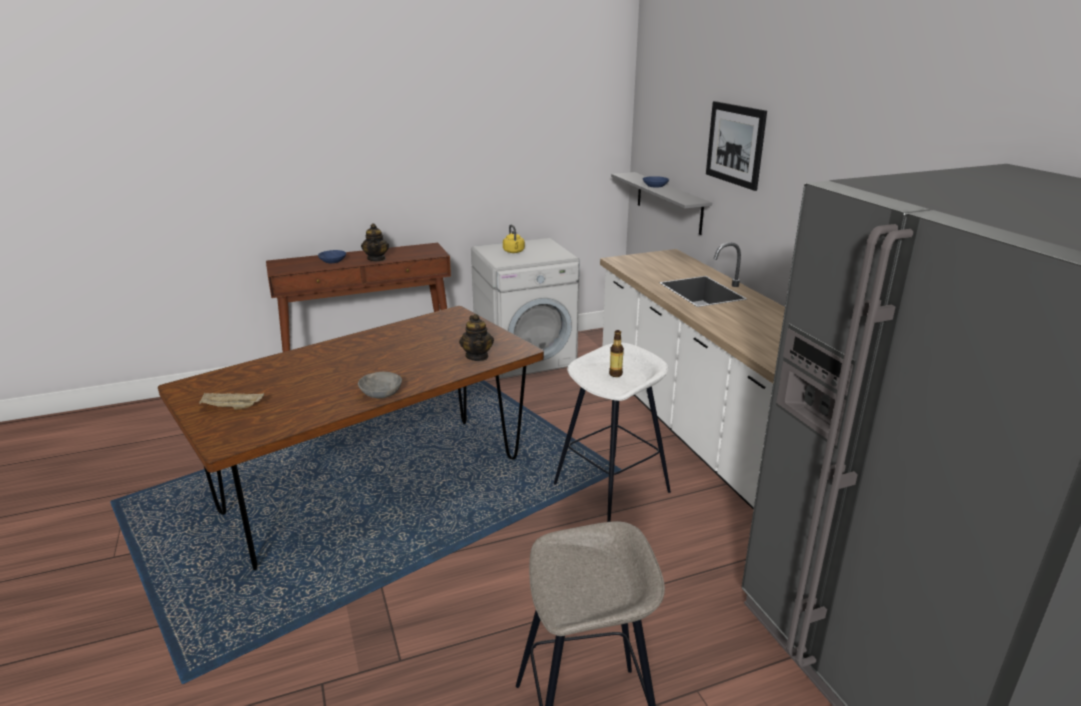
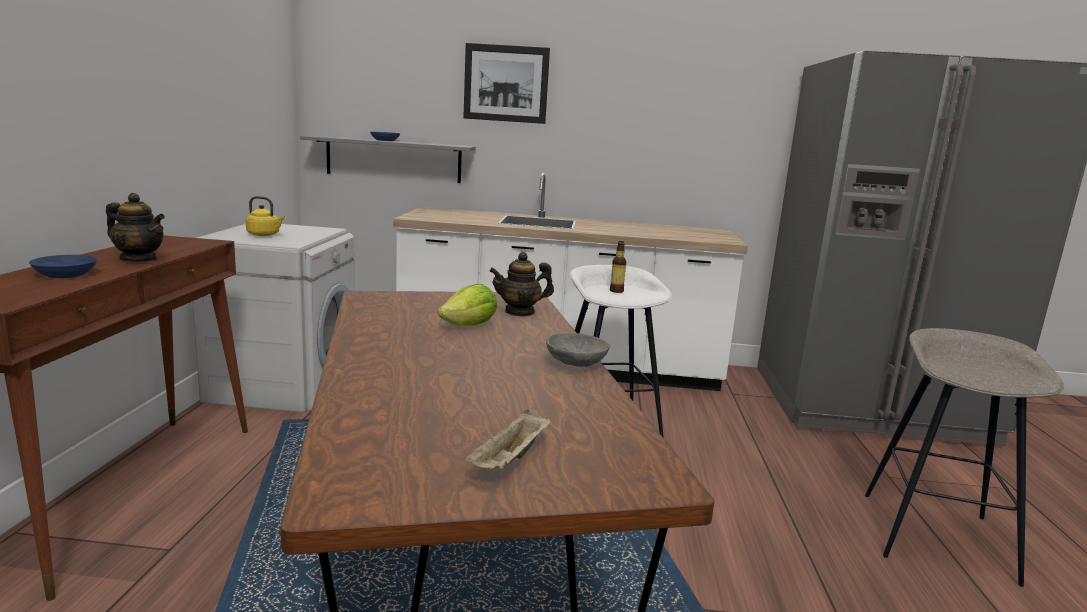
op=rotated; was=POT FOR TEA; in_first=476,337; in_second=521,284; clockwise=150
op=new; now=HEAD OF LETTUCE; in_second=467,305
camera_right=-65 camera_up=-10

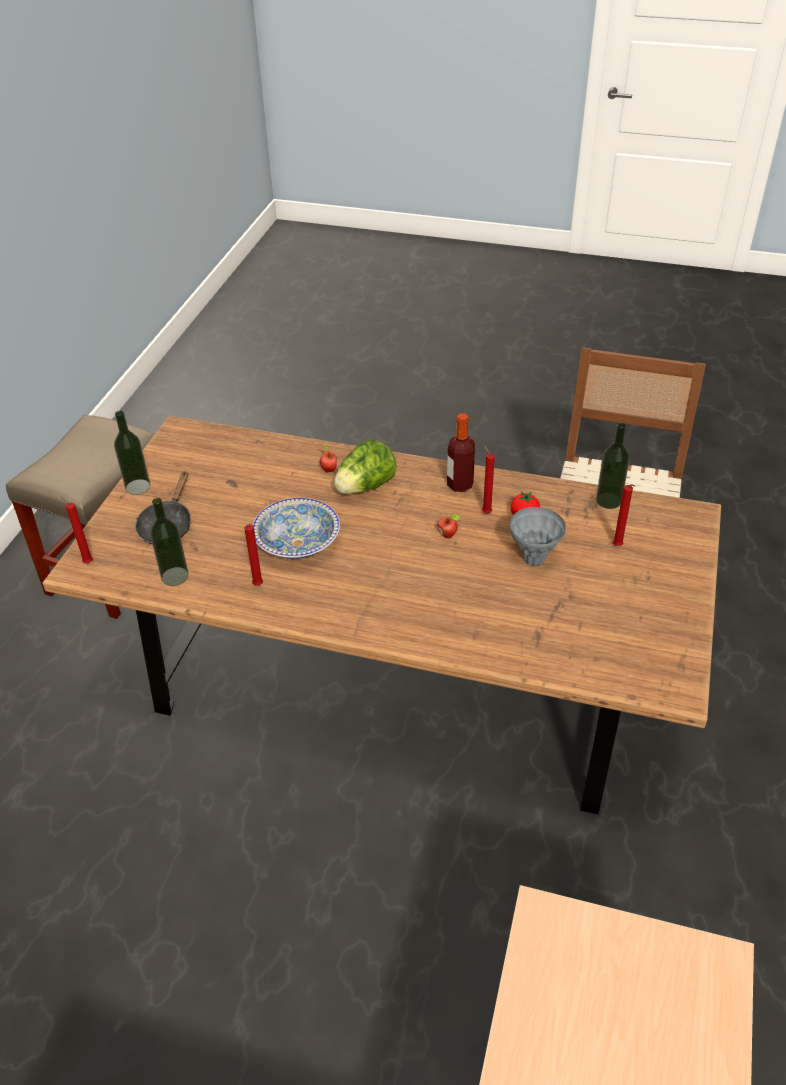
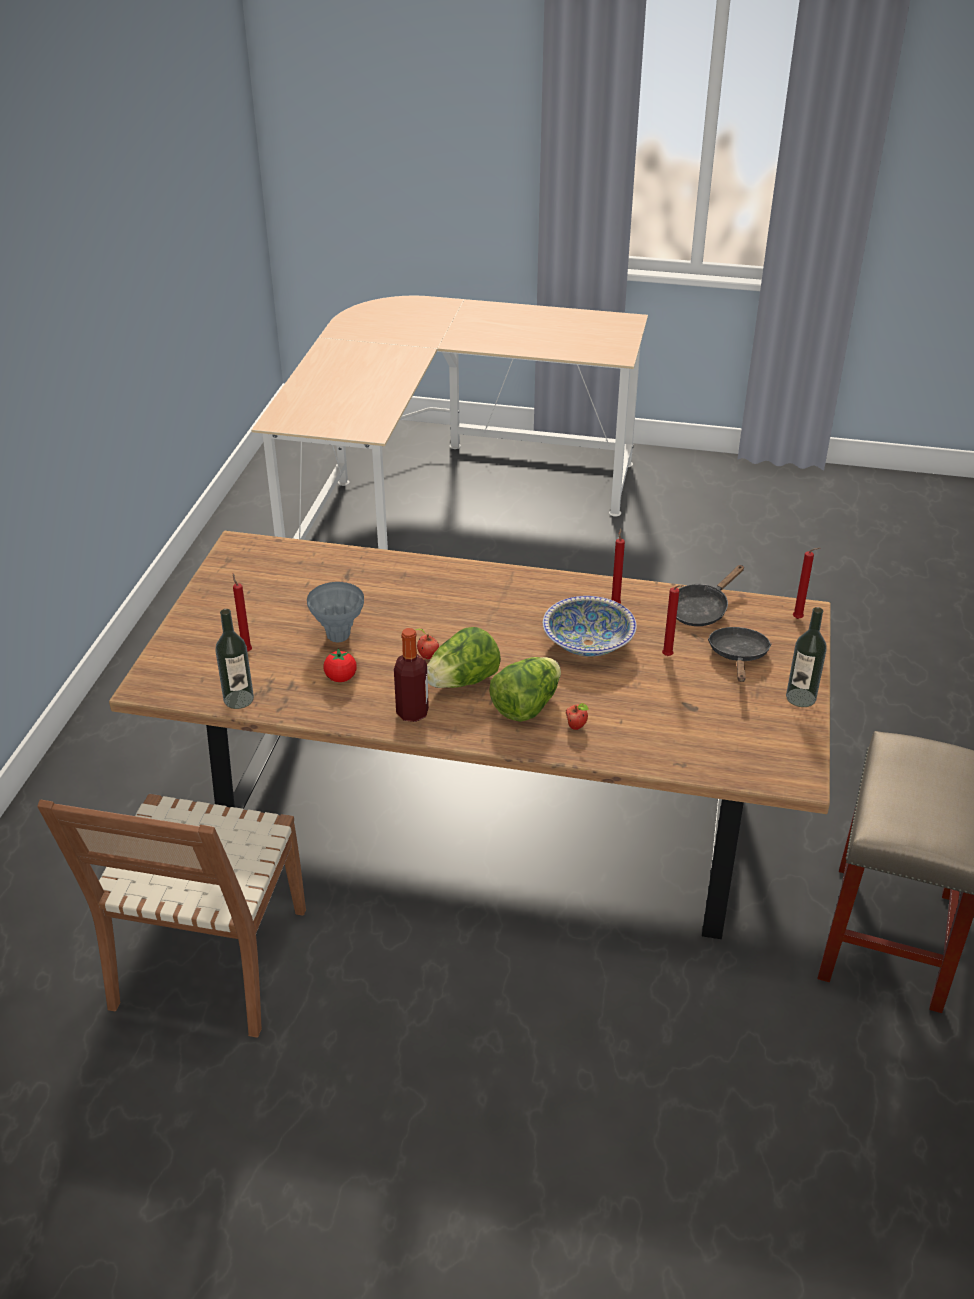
op=swapped; was=DRINK BOTTLE; now=BLACK FRYING PAN; in_first=169,542; in_second=710,595
op=shifted; was=REDDISH WAX LIGHT; in_first=488,479; in_second=673,620
op=new; now=HEAD OF LETTUCE; in_second=464,657
camera_right=175 camera_up=-5

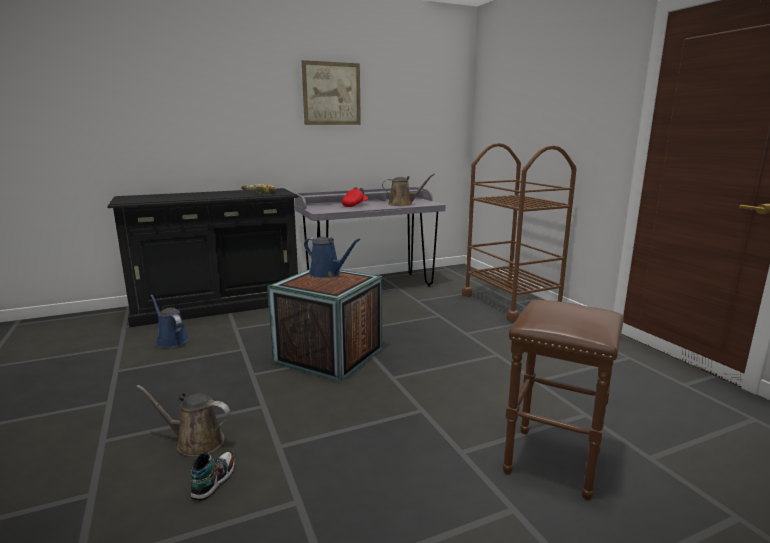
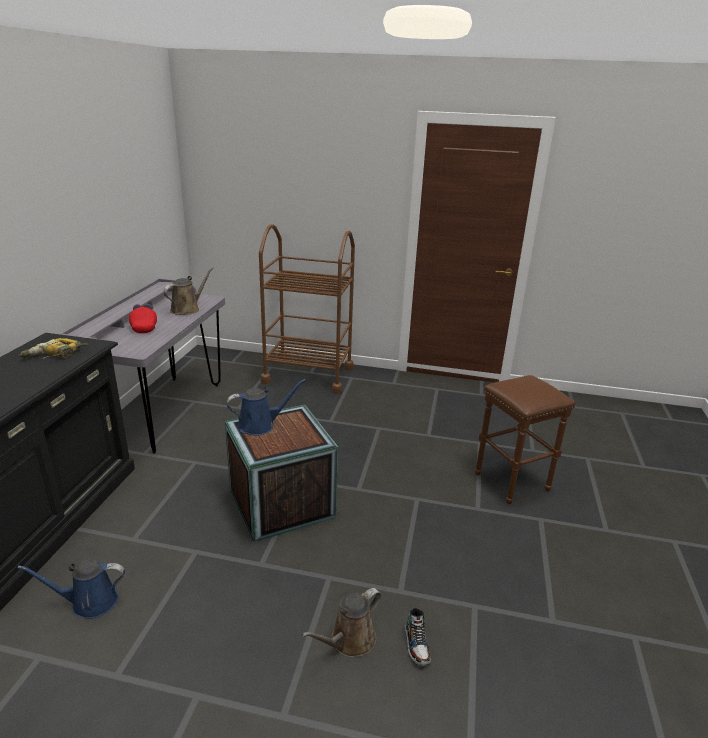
op=rotated; was=SHOE; in_first=213,476; in_second=418,637; clockwise=-150
op=gone; was=WALL PICTURE; in_first=331,92
camera_right=-55 camera_up=10

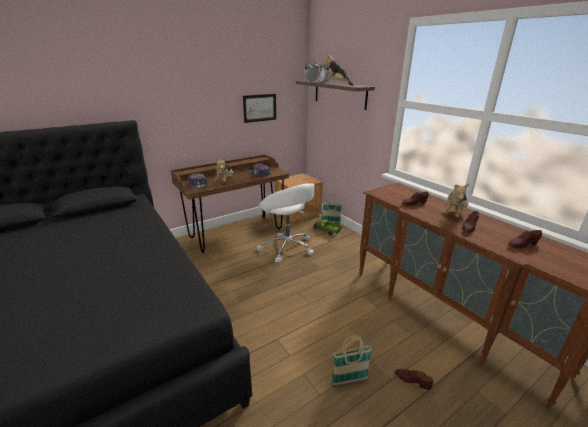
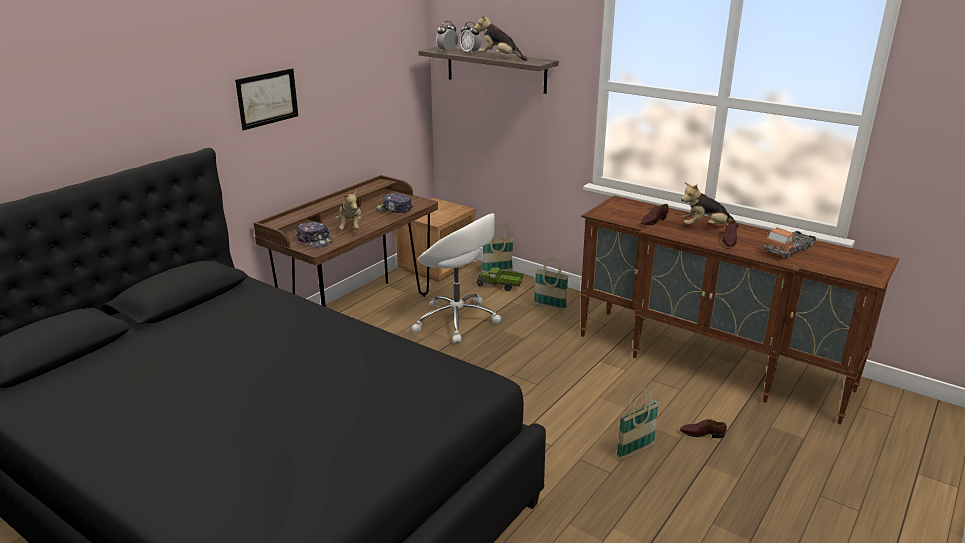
op=shifted; was=WALL PICTURE; in_first=259,108; in_second=266,99
op=rotated; was=CUDDLY TOY; in_first=455,200; in_second=710,204; clockwise=75
op=swapped; was=BROWN-COLOURED SHOE; now=TOY TRUCK; in_first=525,239; in_second=790,242
op=new; now=HOUSEHOLD BASKET; in_second=551,284
camera_right=-20 camera_up=0

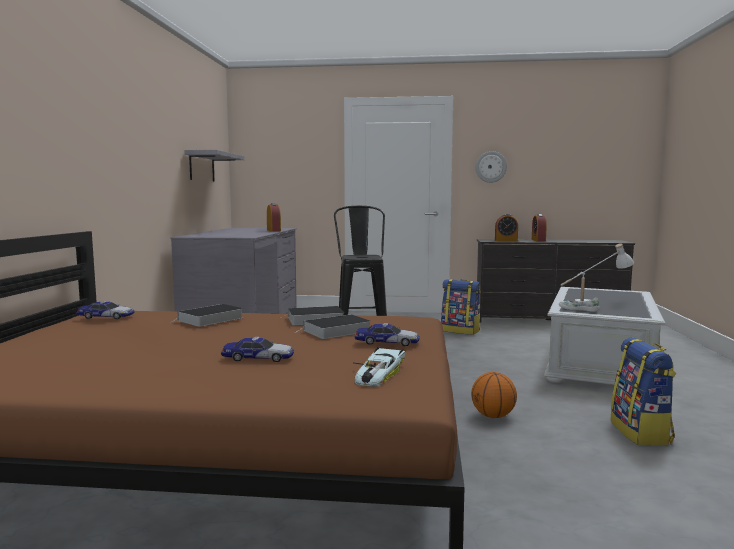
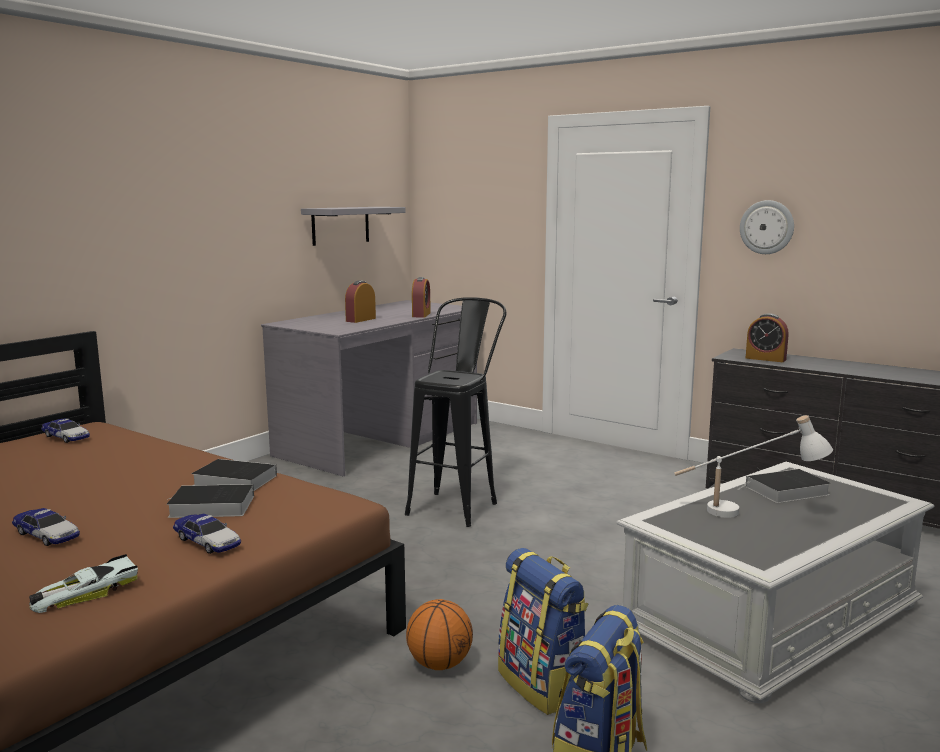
op=shifted; was=VOLUME; in_first=206,315; in_second=784,486
op=shifted; was=KNAPSACK; in_first=460,307; in_second=543,631
op=shifted; was=ALARM CLOCK; in_first=539,227; in_second=360,302
op=gone; was=WHITE-COLOURED SHOE; in_first=579,305
camera_right=30 camera_up=5

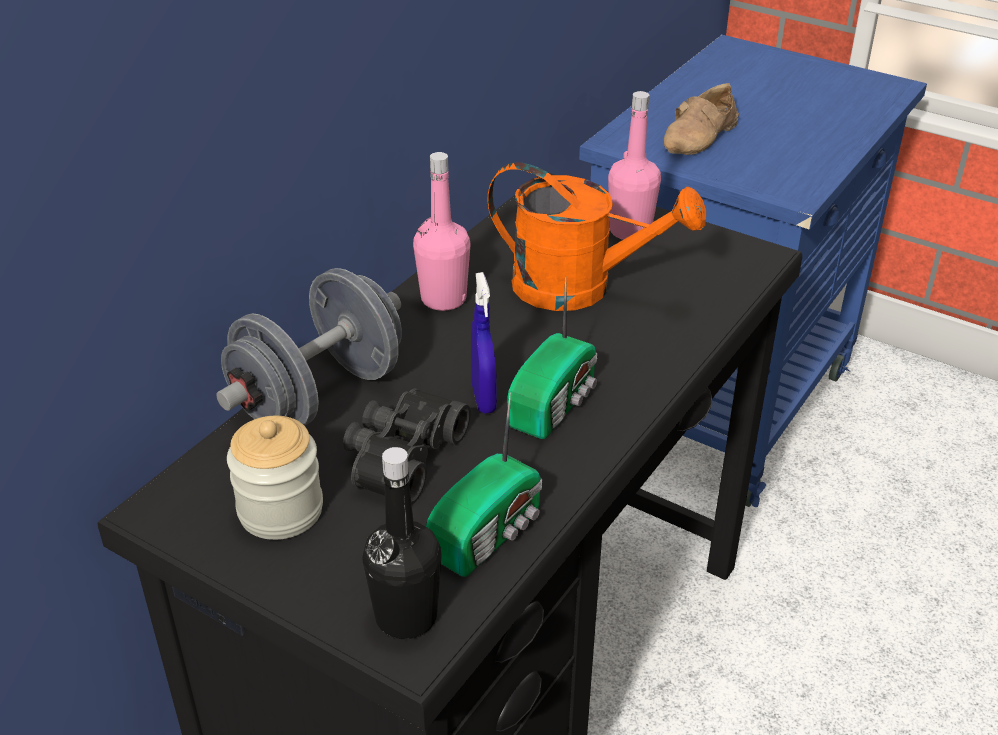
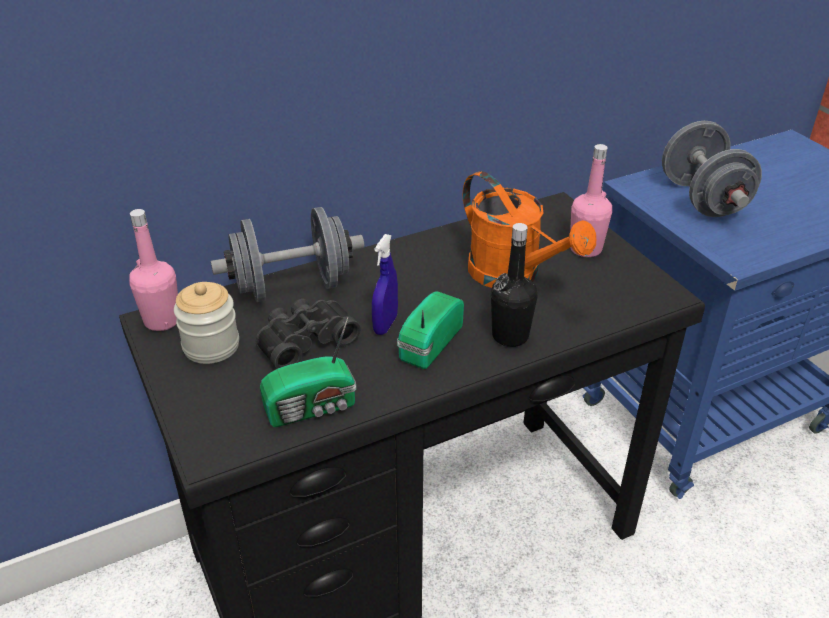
op=shifted; was=BLACK DRINK BOTTLE; in_first=402,543; in_second=514,285
op=shifted; was=PINK-COLOURED DRINK BOTTLE; in_first=441,231; in_second=153,270
op=rotated; was=RADIO RECEIVER; in_first=552,357; in_second=430,330; clockwise=150
op=swapped; was=BEIGE-COLOURED SHOE; now=GRAY DUMBBELL; in_first=701,119; in_second=712,169
camera_right=30 camera_up=0

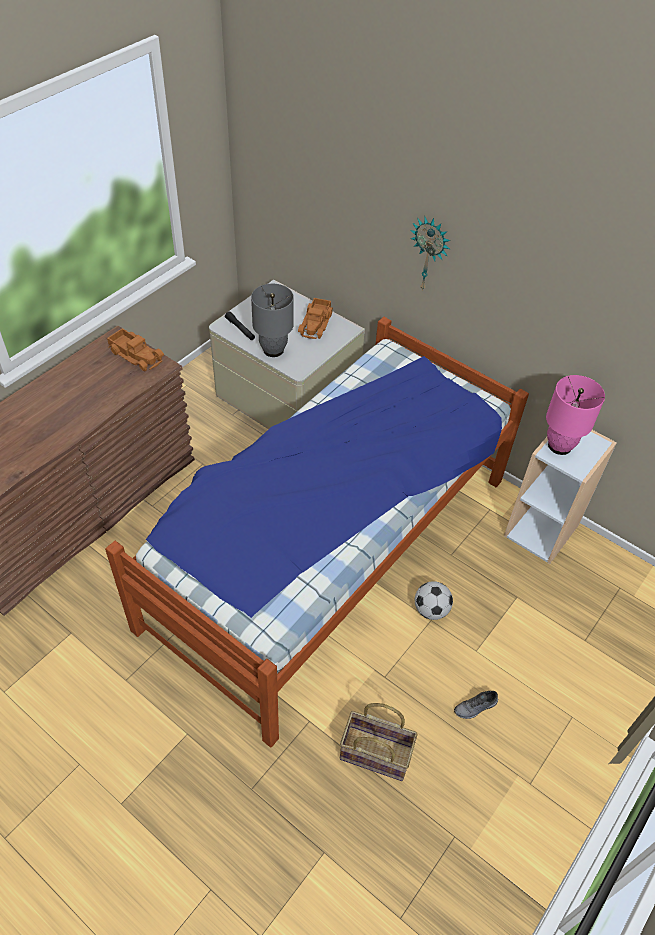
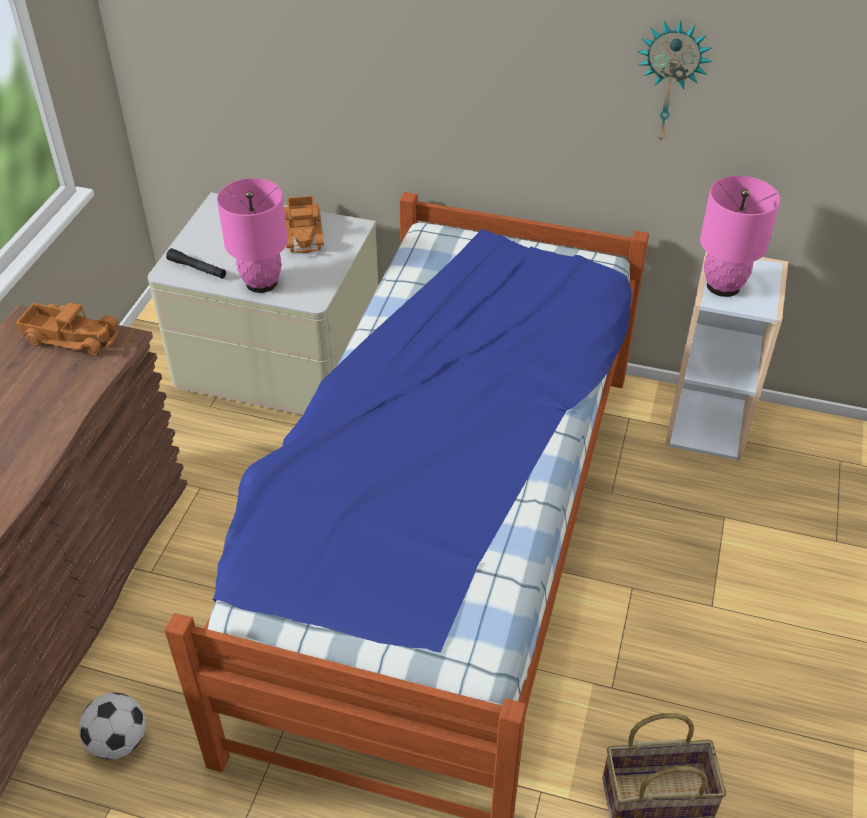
op=repainted; was=GRAY TABLE LAMP; now=PINK-COLOURED TABLE LAMP; in_first=272,320; in_second=252,235
op=shifted; was=WALL CLOCK; in_first=430,253; in_second=675,81
op=shifted; was=FOOTBALL BALL; in_first=434,600; in_second=112,726
op=gone; was=GRAY SHOE; in_first=476,705
camera_right=-20 camera_up=-5

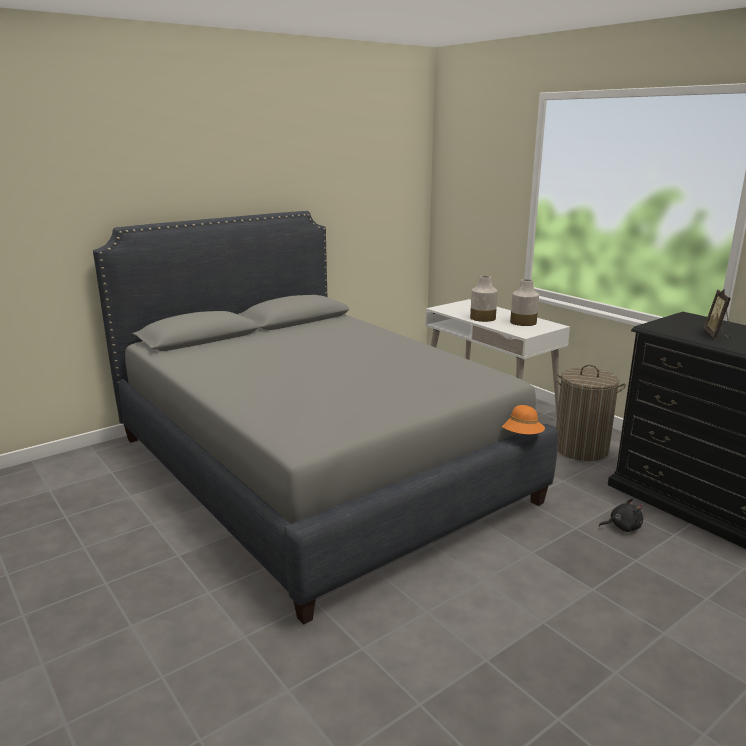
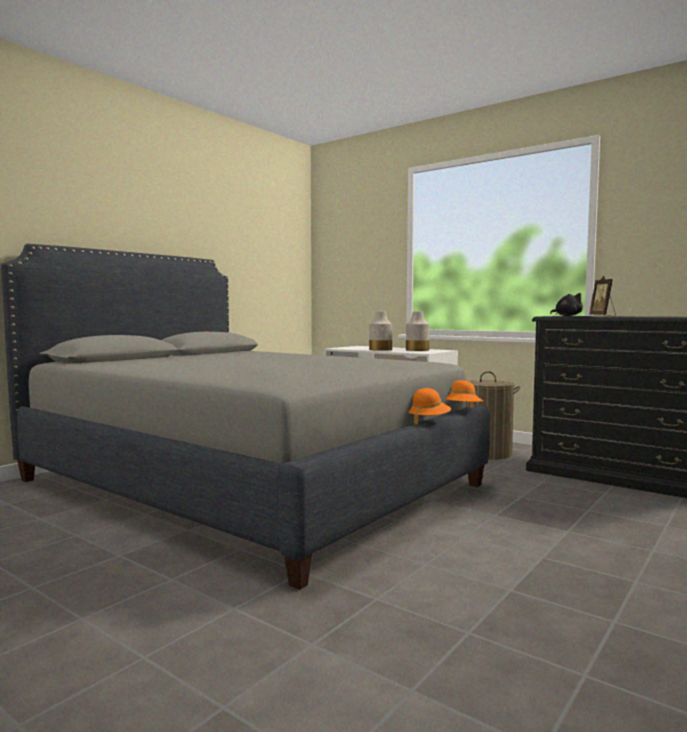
op=shifted; was=BLACK CUDDLY TOY; in_first=621,515; in_second=566,304
op=new; now=ORANGE WEARABLE HAT; in_second=429,406
camera_right=-15 camera_up=-15

